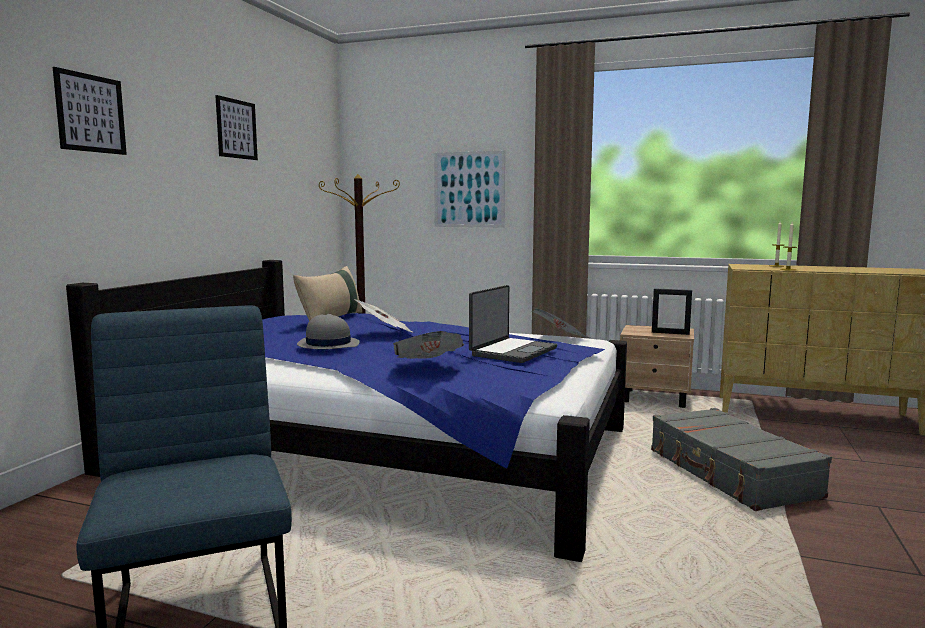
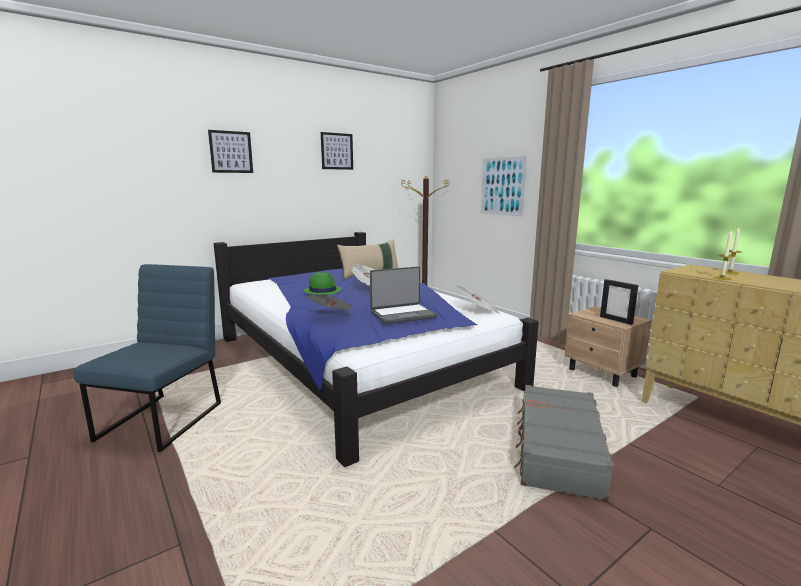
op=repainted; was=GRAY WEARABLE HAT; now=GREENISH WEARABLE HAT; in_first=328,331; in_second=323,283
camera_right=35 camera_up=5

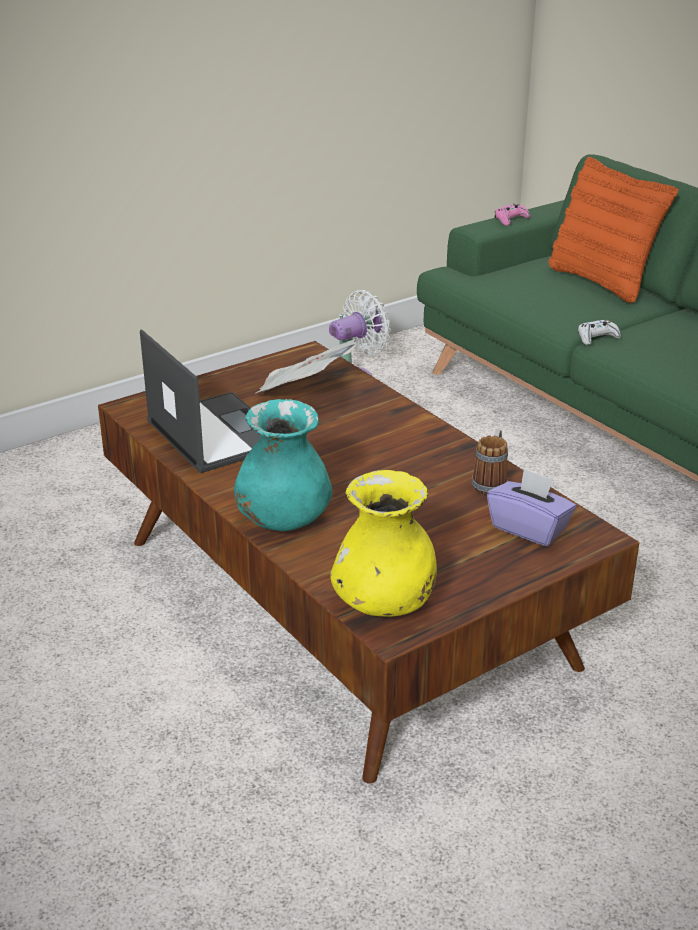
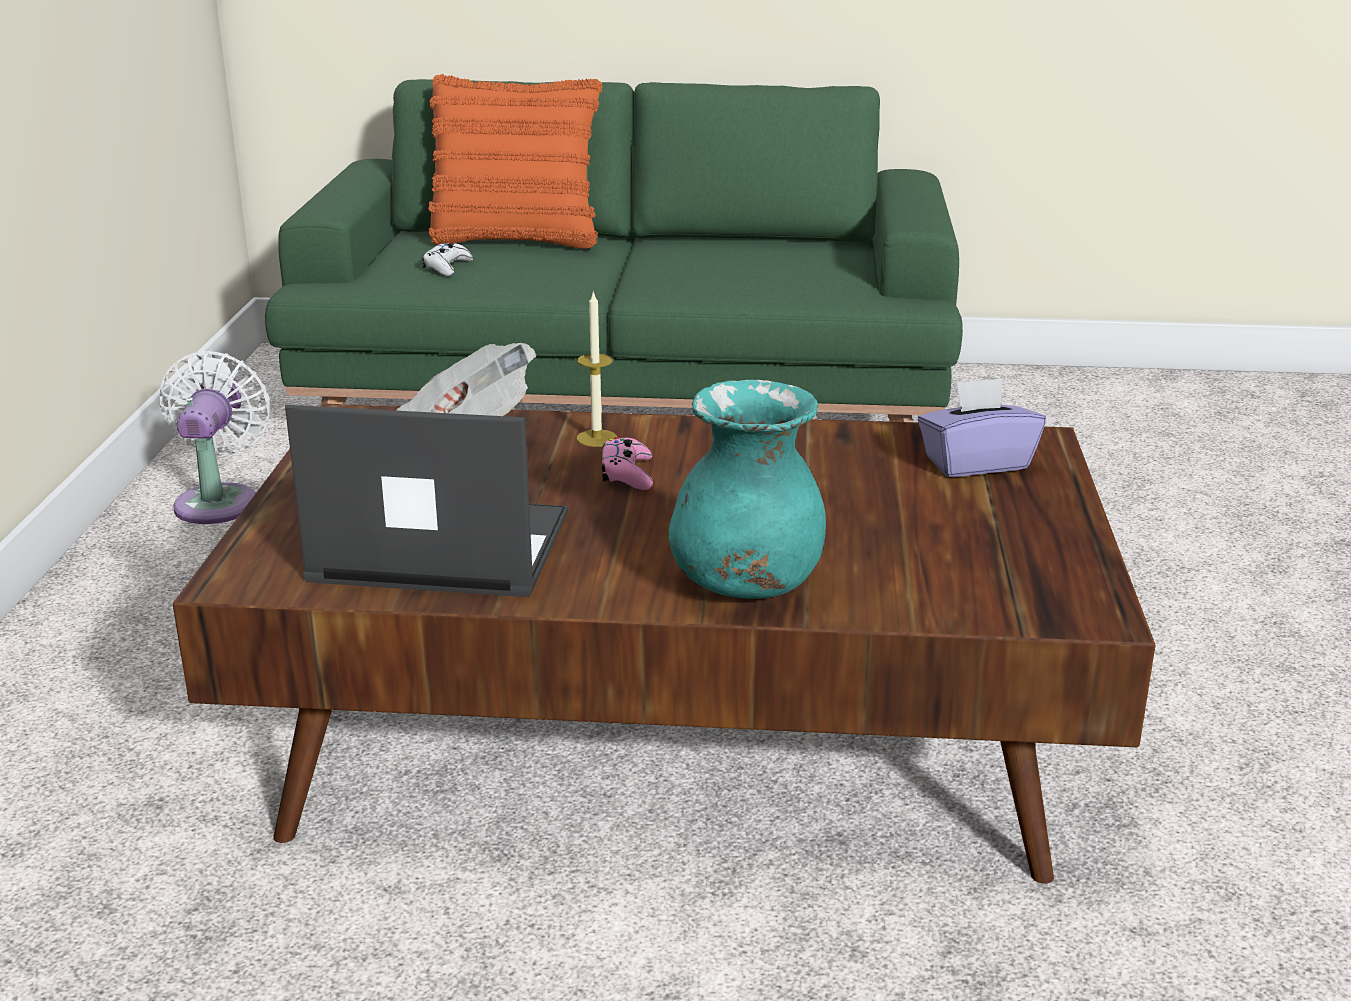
op=gone; was=YELLOW-COLOURED FLOWER VASE; in_first=383,543
op=gone; was=MUG; in_first=490,462
op=shifted; was=PINK-COLOURED JOYPAD; in_first=512,214; in_second=627,463
op=shifted; was=WHITE-COLOURED JOYPAD; in_first=599,332; in_second=447,259
op=new; now=WAX LIGHT; in_second=597,368
camera_right=-50 camera_up=-5

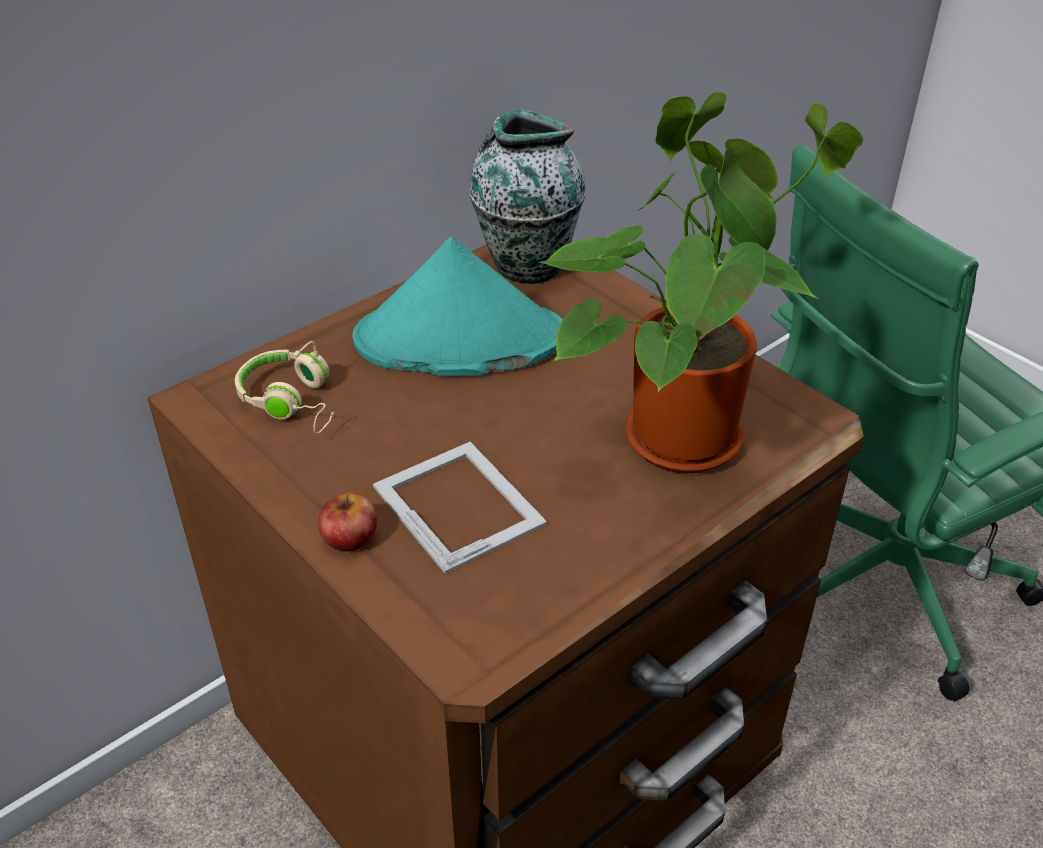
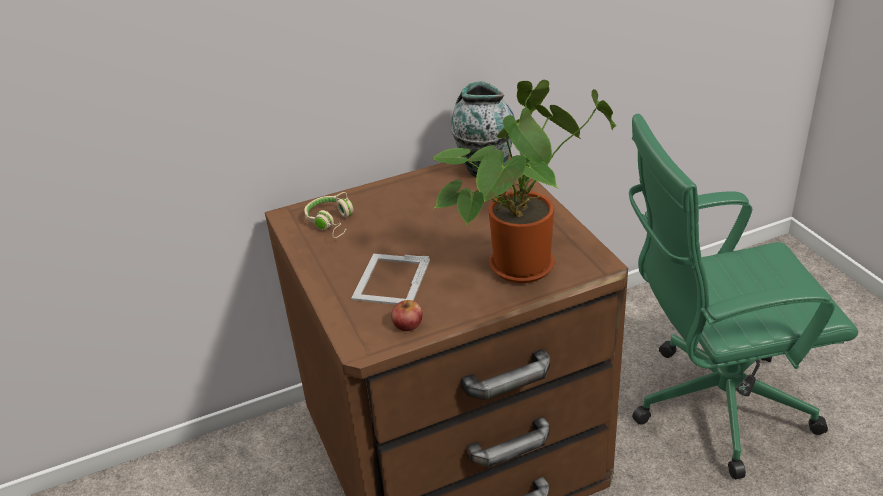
op=shifted; was=WHOLE APPLE; in_first=347,522; in_second=407,315
op=gone; was=TURQUOISE WEARABLE HAT; in_first=458,306
op=rotated; was=PHOTO FRAME; in_first=460,508; in_second=390,279; clockwise=-150
camera_right=20 camera_up=-5

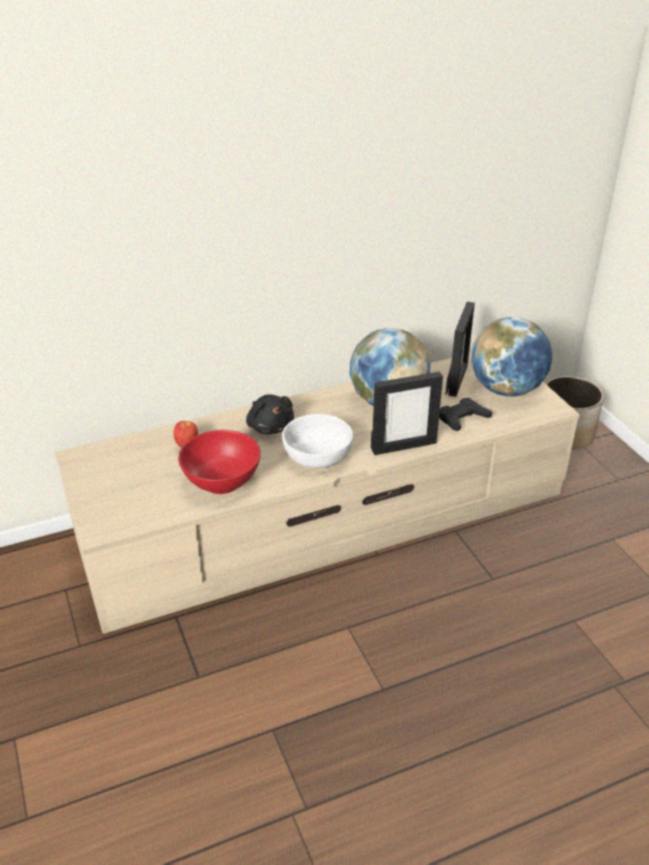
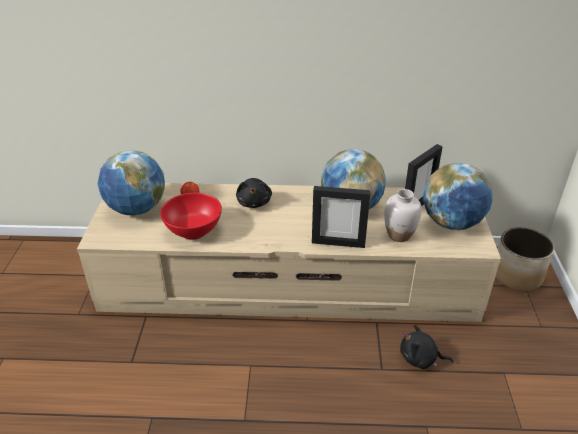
op=gone; was=WHITE-COLOURED SERVING BOWL; in_first=317,441
op=swapped; was=BLACK JOYPAD; now=WHITE-COLOURED FLOWER VASE; in_first=465,414; in_second=403,215
op=new; now=DESK GLOBE; in_second=131,183
op=new; now=BLACK CUDDLY TOY; in_second=427,346
camera_right=25 camera_up=0

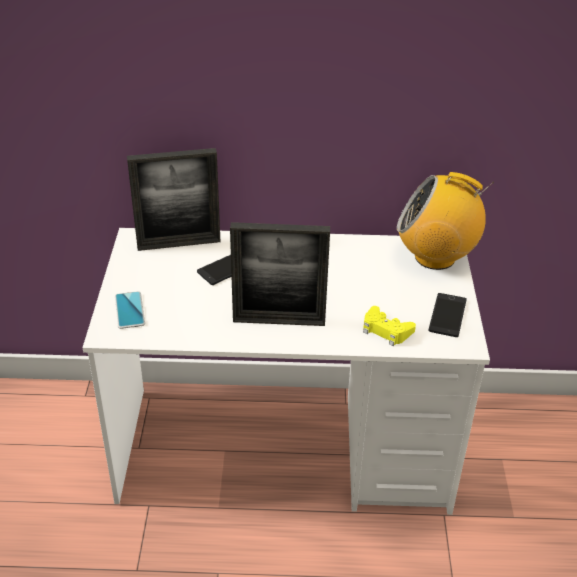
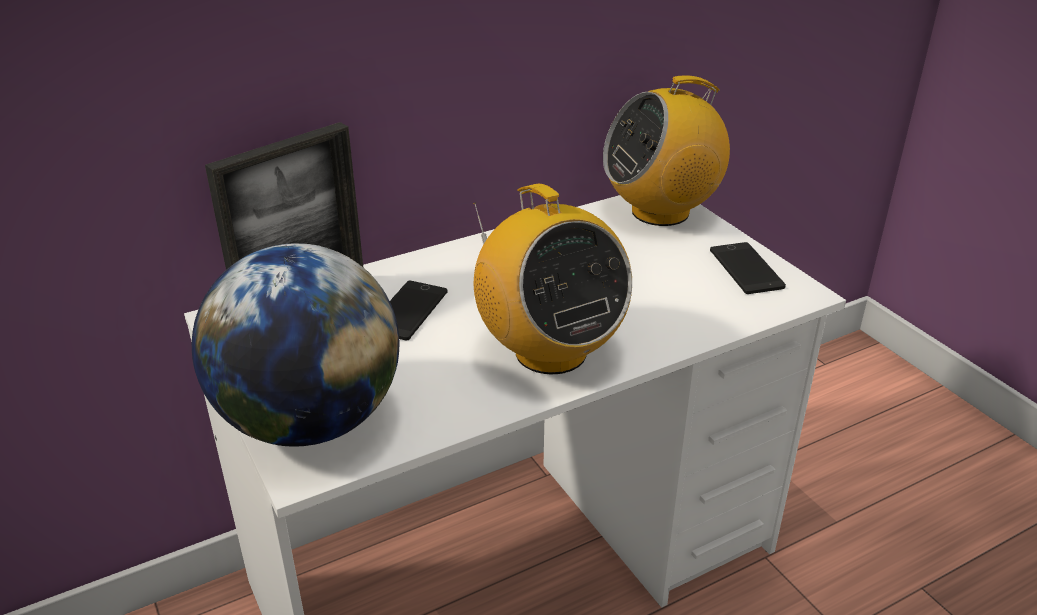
op=swapped; was=PHONE; now=DESK GLOBE; in_first=130,310; in_second=295,344
op=swapped; was=PHOTO FRAME; now=RADIO RECEIVER; in_first=280,274; in_second=552,279
op=gone; was=YELLOW-COLOURED JOYPAD; in_first=389,326
camera_right=-30 camera_up=-5

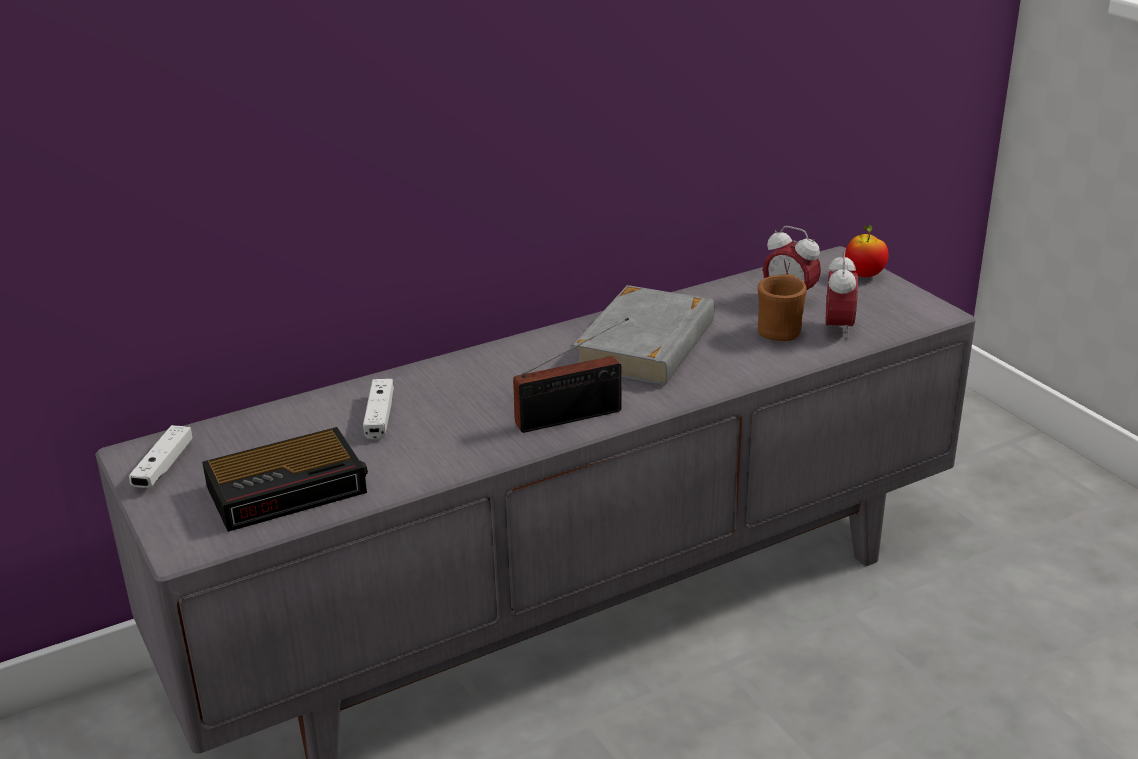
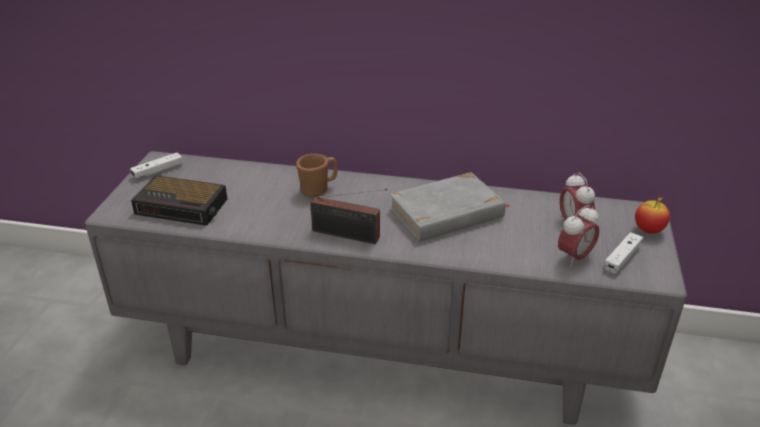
op=shifted; was=WHITE-COLOURED JOYPAD; in_first=378,409; in_second=623,252
op=shifted; was=BROWN-COLOURED MUG; in_first=782,307; in_second=317,175
camera_right=40 camera_up=5

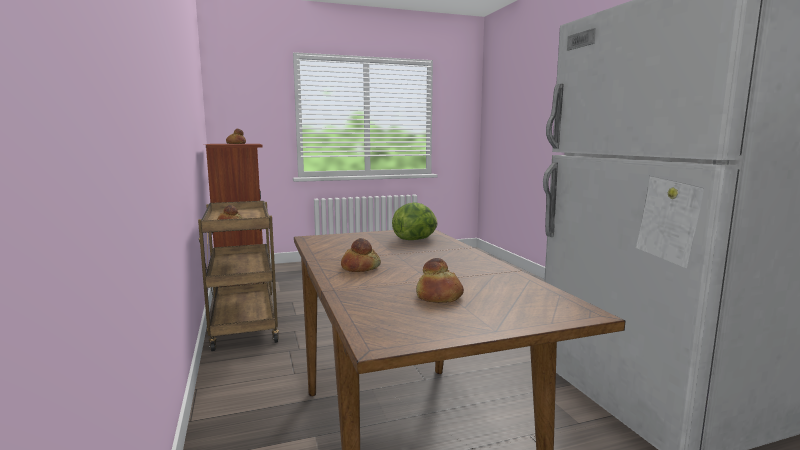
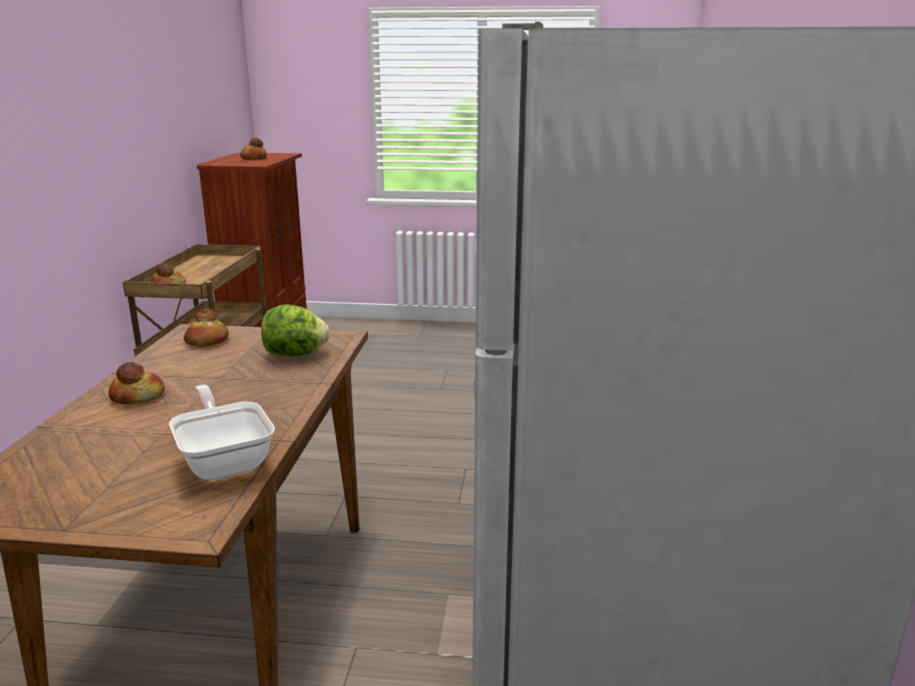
op=shifted; was=BAKERY BREAD; in_first=440,280; in_second=206,327
op=new; now=FRYING PAN; in_second=222,432
camera_right=25 camera_up=10

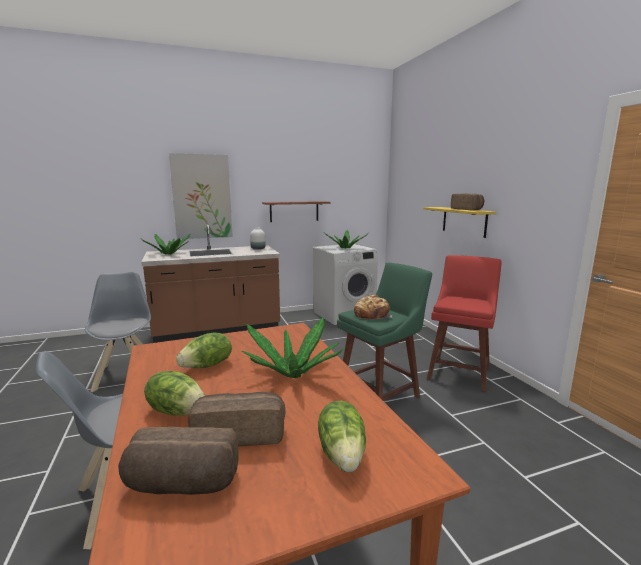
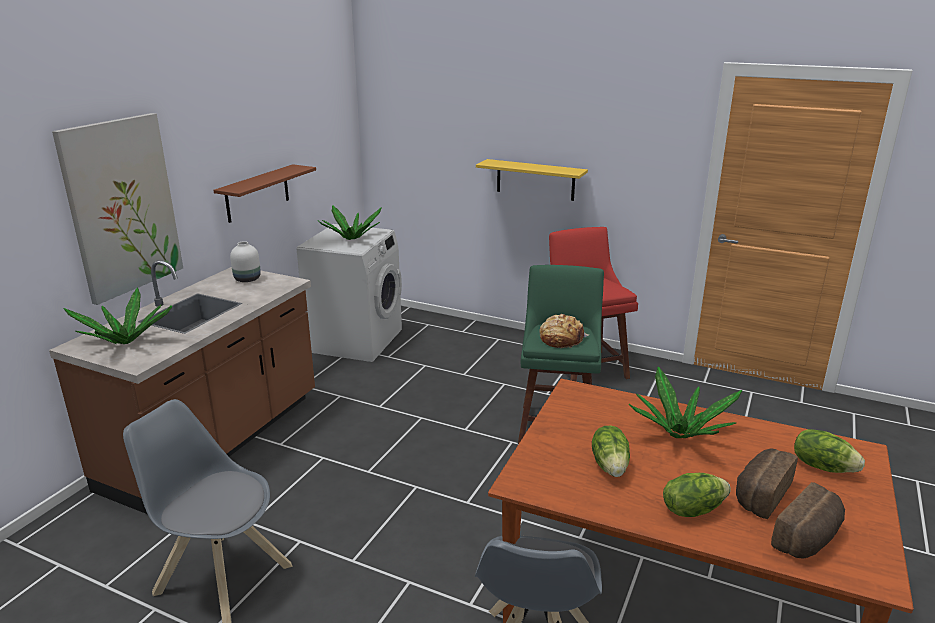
op=gone; was=BAKERY BREAD; in_first=467,201
camera_right=-45 camera_up=10

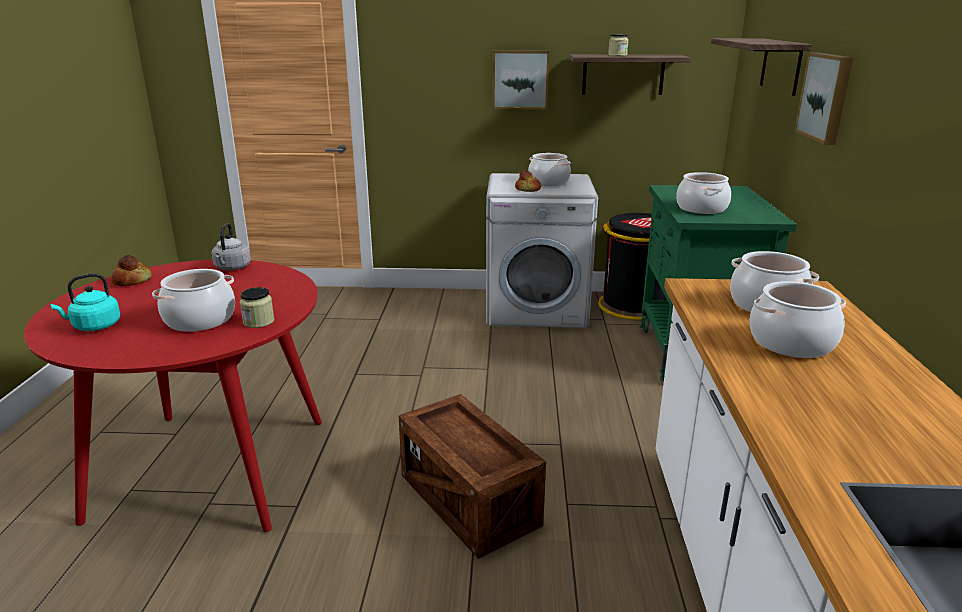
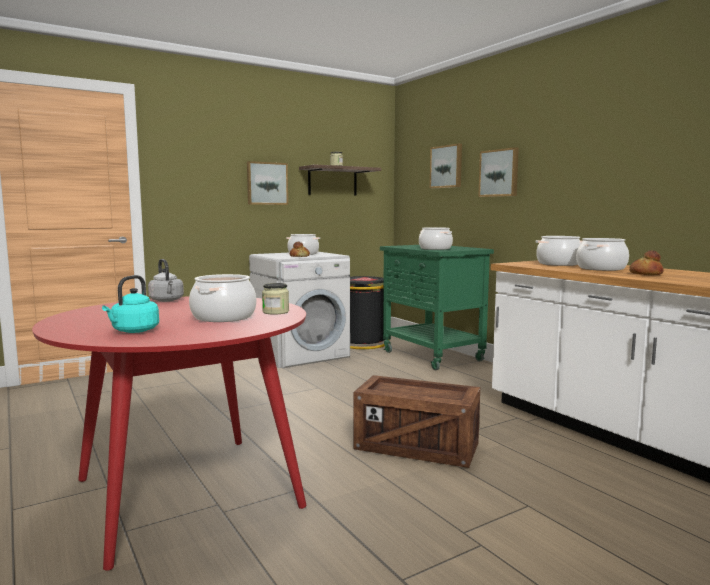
op=shifted; was=BAKERY BREAD; in_first=131,270; in_second=646,262
op=swapped; was=SHELF; now=WALL PICTURE; in_first=761,67; in_second=446,166
camera_right=-35 camera_up=-15

